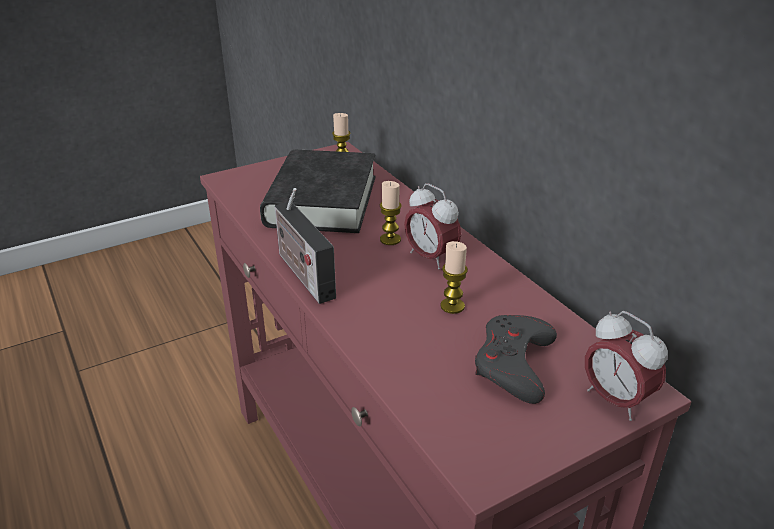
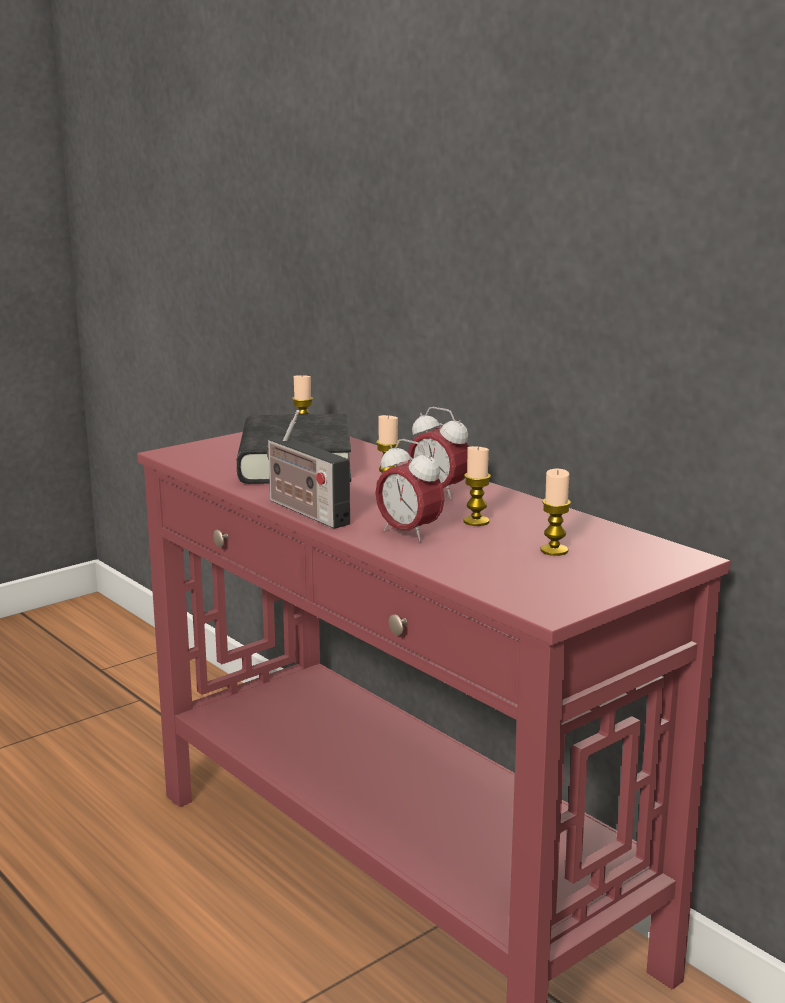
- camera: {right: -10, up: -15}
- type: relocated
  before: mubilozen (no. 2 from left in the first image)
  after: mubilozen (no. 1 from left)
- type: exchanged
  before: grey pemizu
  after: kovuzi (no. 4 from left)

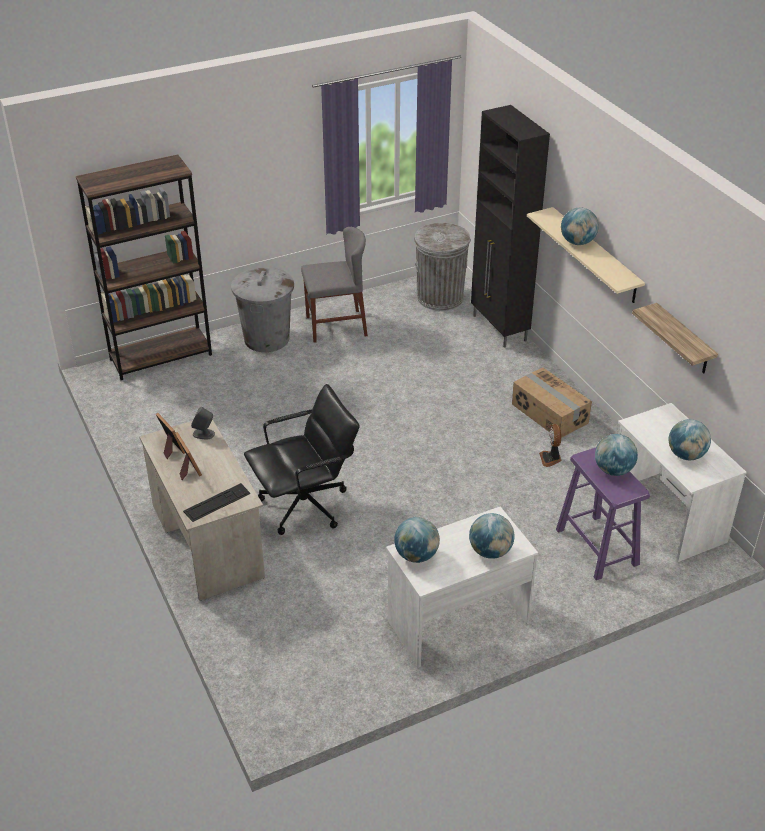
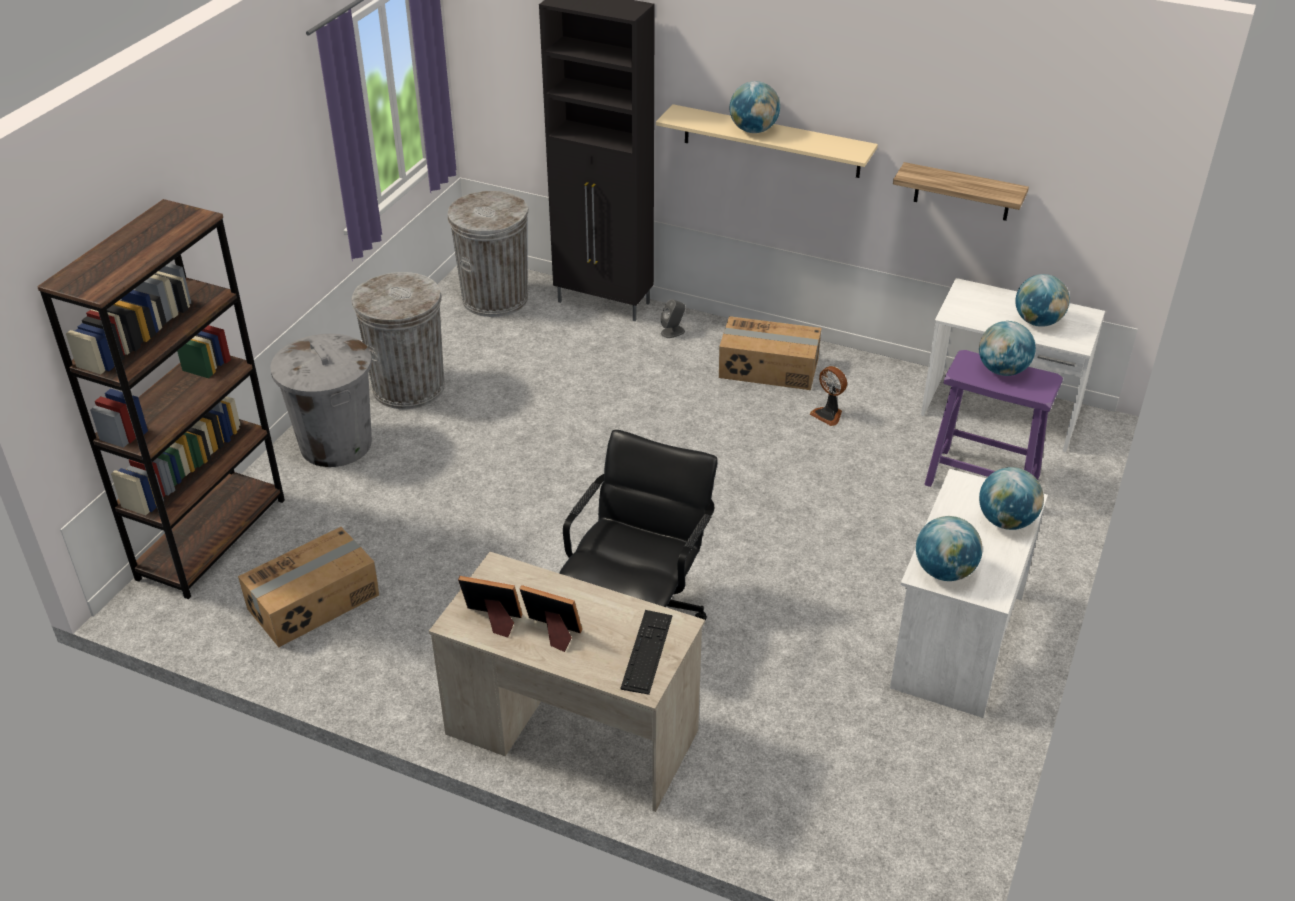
- camera: {right: -40, up: 0}
- type: exchanged
  before: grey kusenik
  after: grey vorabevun (no. 2 from left)
- type: relocated
  before: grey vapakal
- type: appeared
  after: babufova (no. 1 from left)

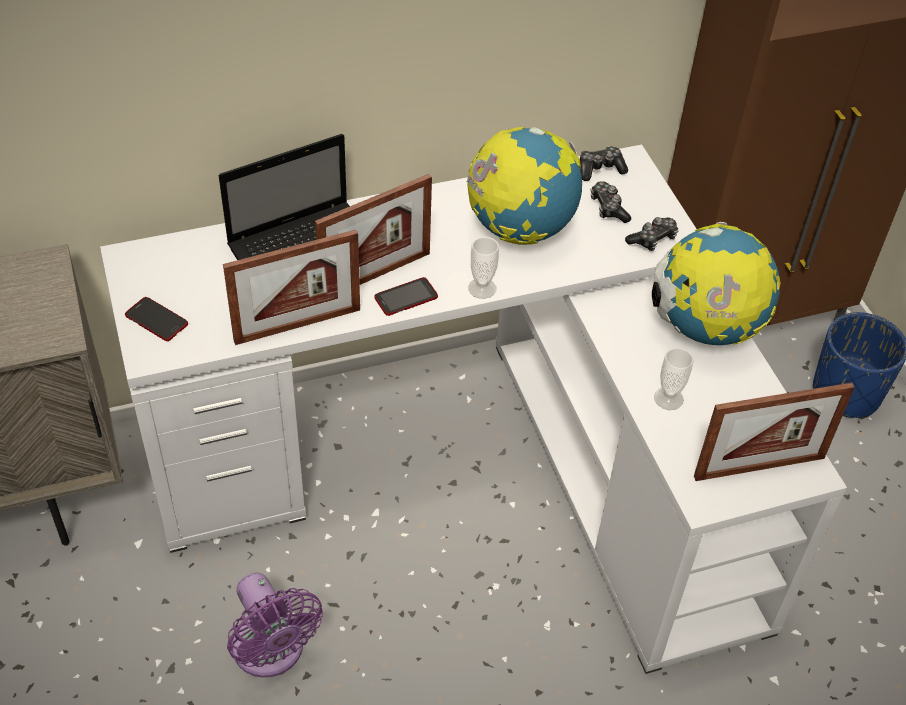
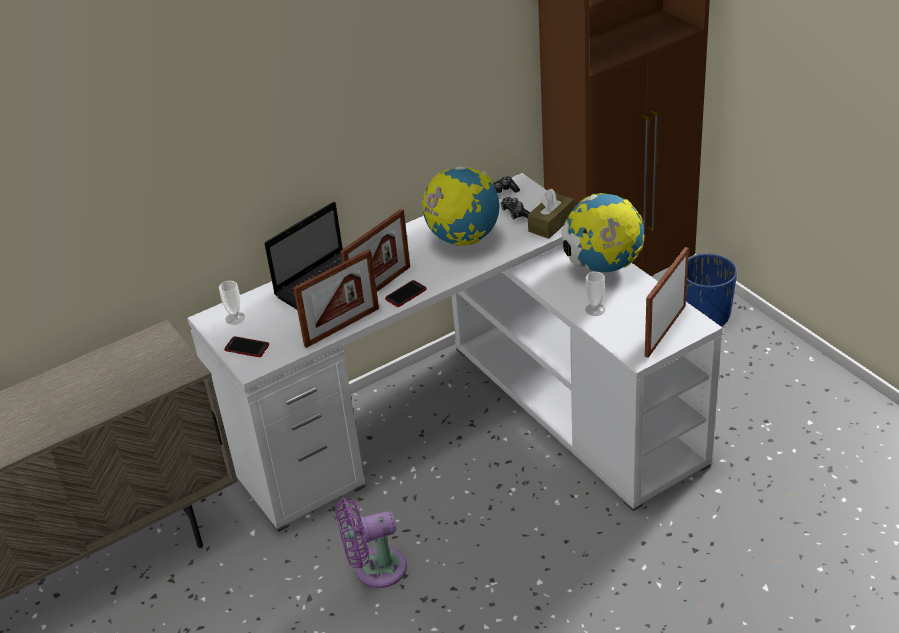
- camera: {right: -10, up: -10}
- type: exchanged
  before: pemizu (no. 3 from left)
  after: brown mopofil
- type: relocated
  before: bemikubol (no. 1 from left)
- type: spun
  before: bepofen (no. 3 from left)
  turn: 150
- type: spun
  before: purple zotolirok
  turn: 120

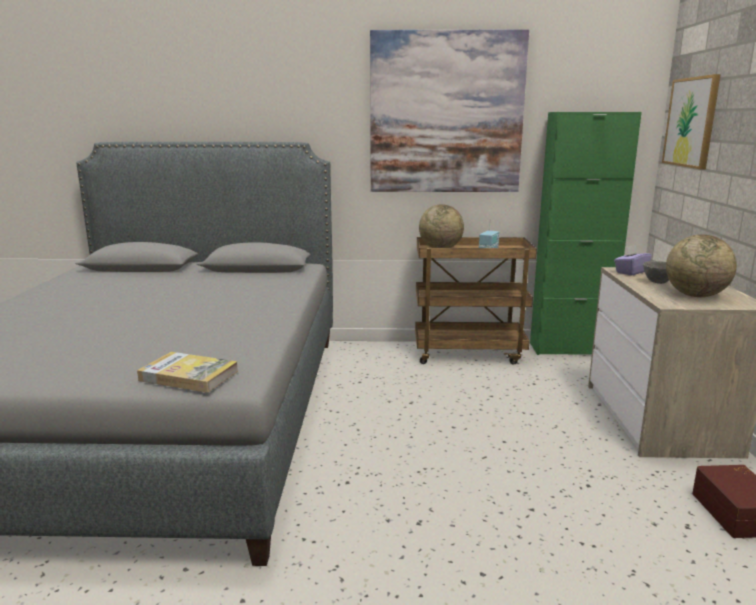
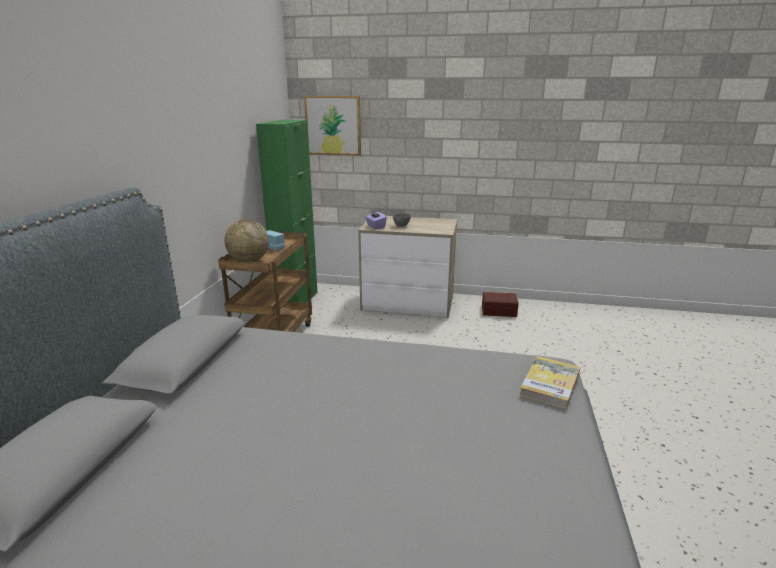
- camera: {right: -80, up: 5}
- type: missing
  before: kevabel (no. 1 from left)
- type: missing
  before: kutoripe (no. 2 from left)

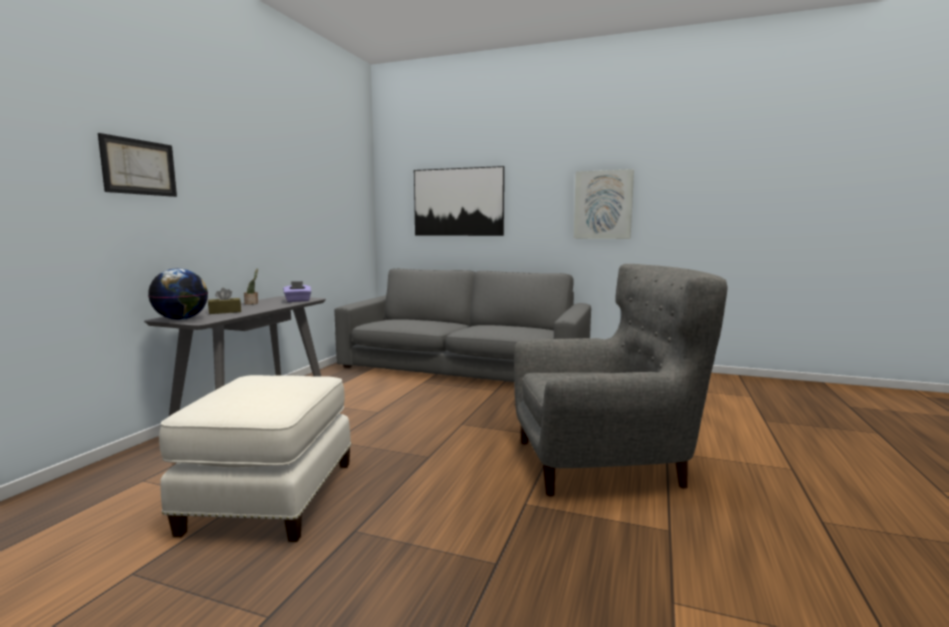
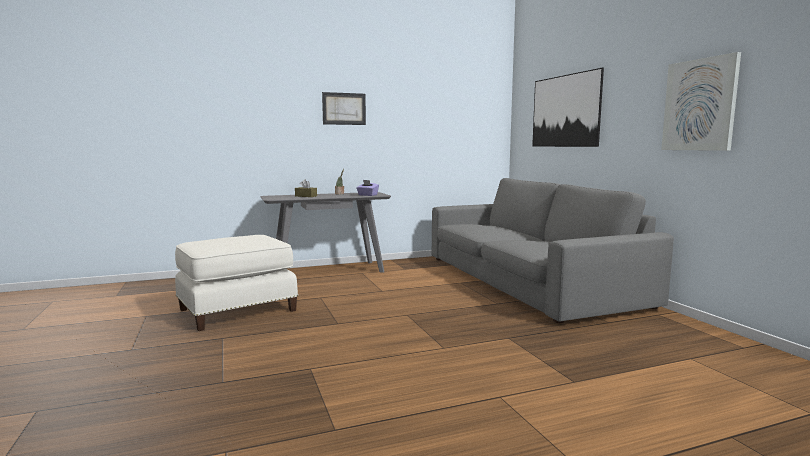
- camera: {right: 50, up: 0}
- type: relocated
  before: kevabel (no. 1 from left)
- type: missing
  before: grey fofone
- type: missing
  before: kutoripe

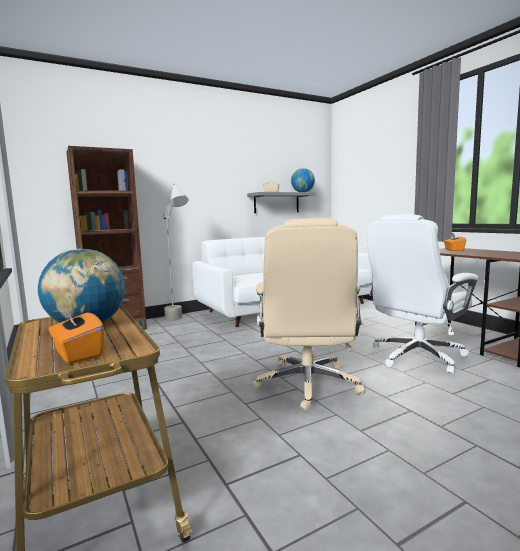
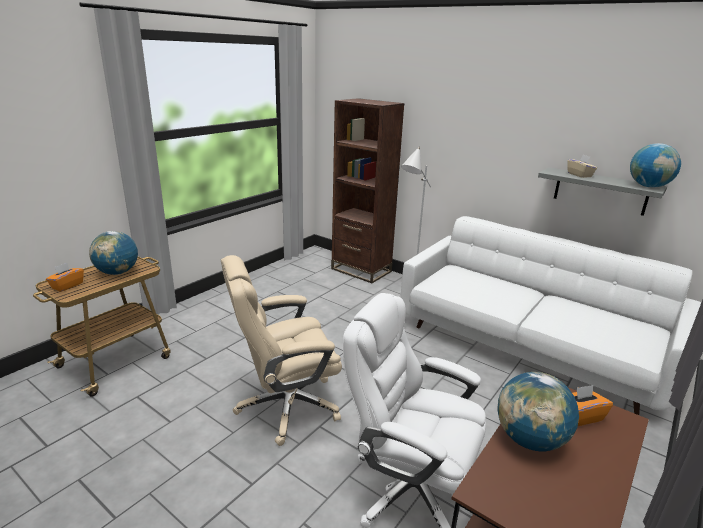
- camera: {right: 65, up: 15}
- type: appeared
  after: kutoripe (no. 2 from left)

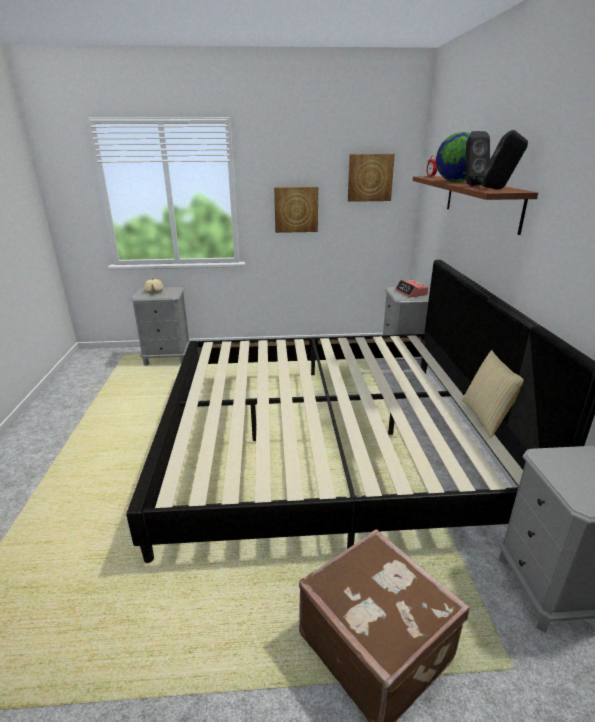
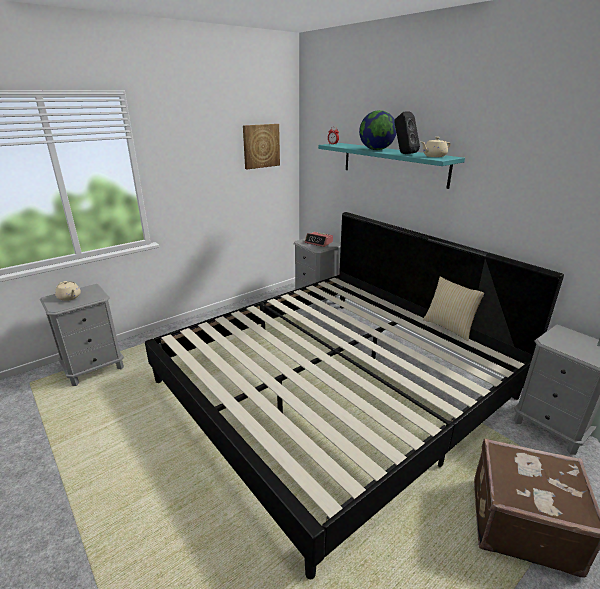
- camera: {right: -35, up: 0}
- type: exchanged
  before: black vapakal (no. 2 from left)
  after: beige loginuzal (no. 2 from left)
- type: colour
  before: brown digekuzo
  after: turquoise digekuzo
- type: missing
  before: kevabel (no. 1 from left)

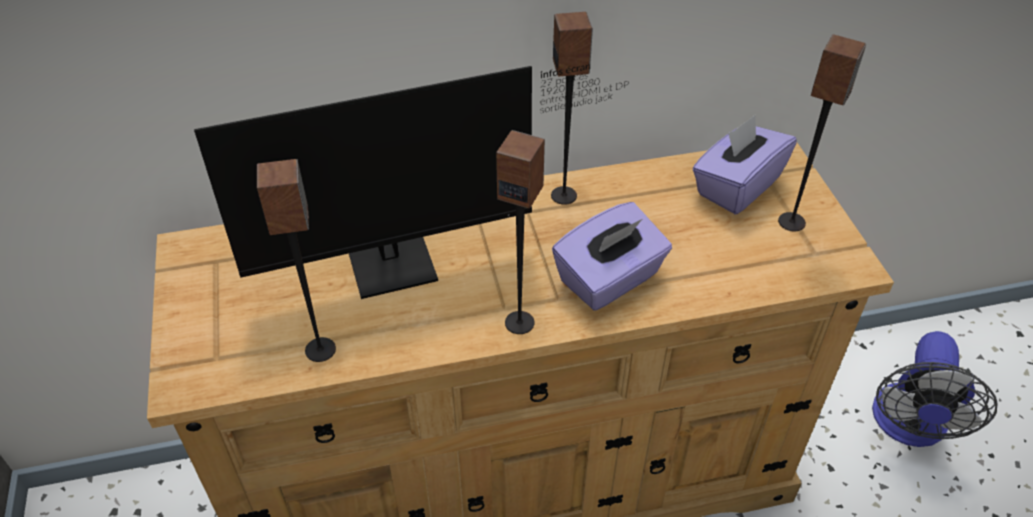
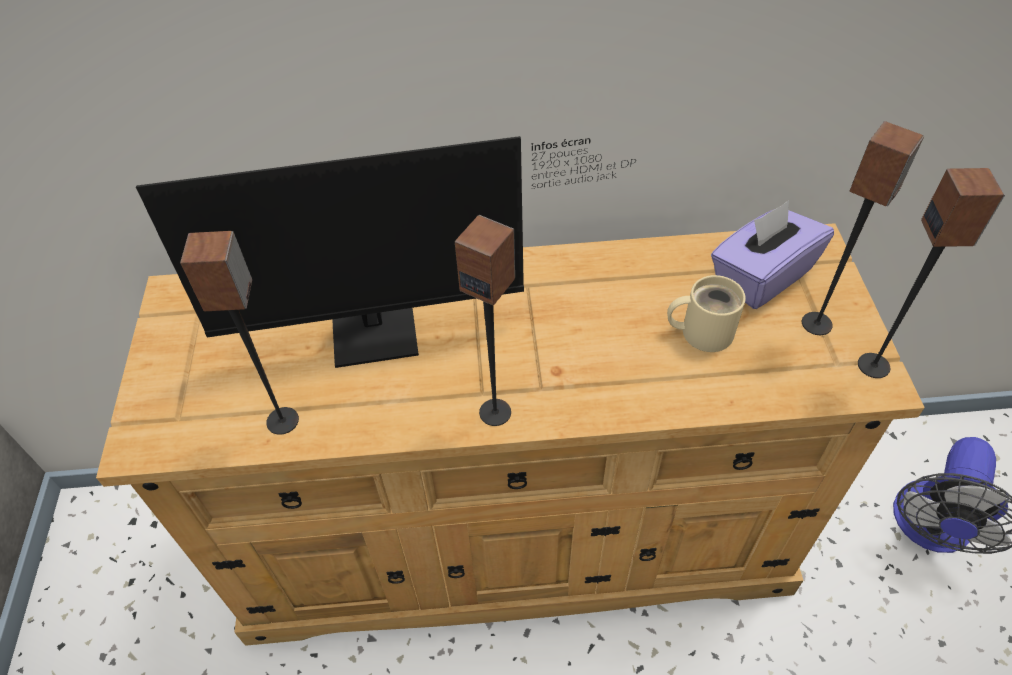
- camera: {right: 10, up: 5}
- type: relocated
  before: vapakal (no. 3 from left in the first image)
  after: vapakal (no. 4 from left)
- type: missing
  before: purple mopofil (no. 1 from left)
- type: appeared
  after: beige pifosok

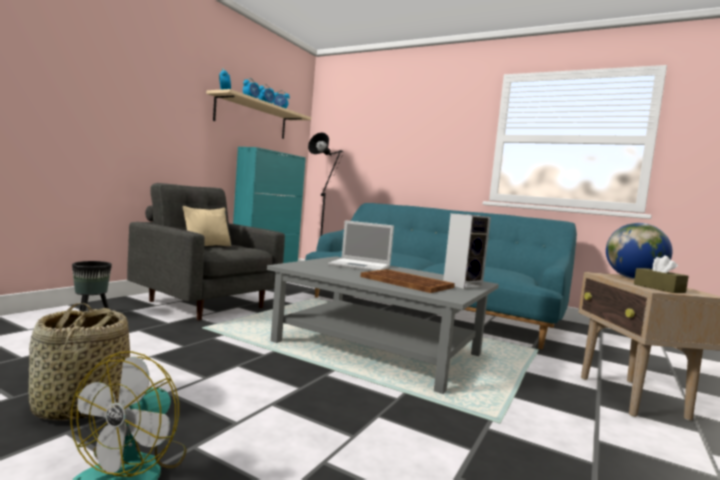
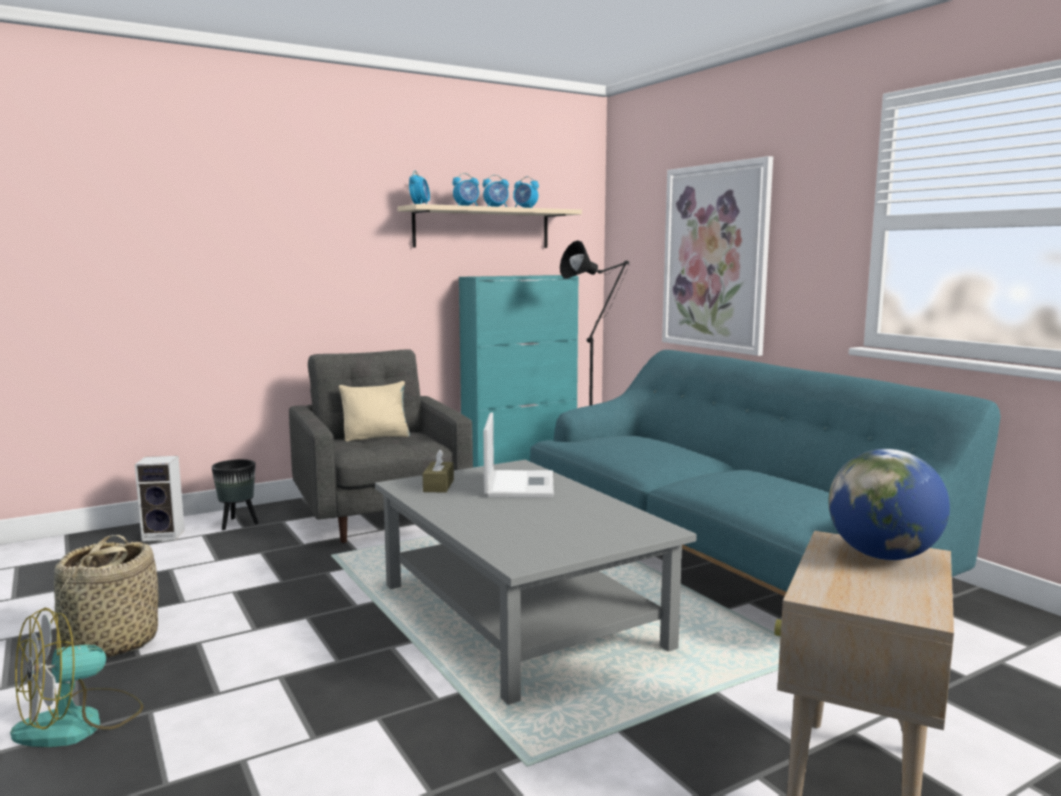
- camera: {right: 30, up: 5}
- type: relocated
  before: vapakal
- type: spun
  before: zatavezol
  turn: -135
- type: relocated
  before: brown mopofil
- type: missing
  before: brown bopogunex
- type: appeared
  after: kevabel

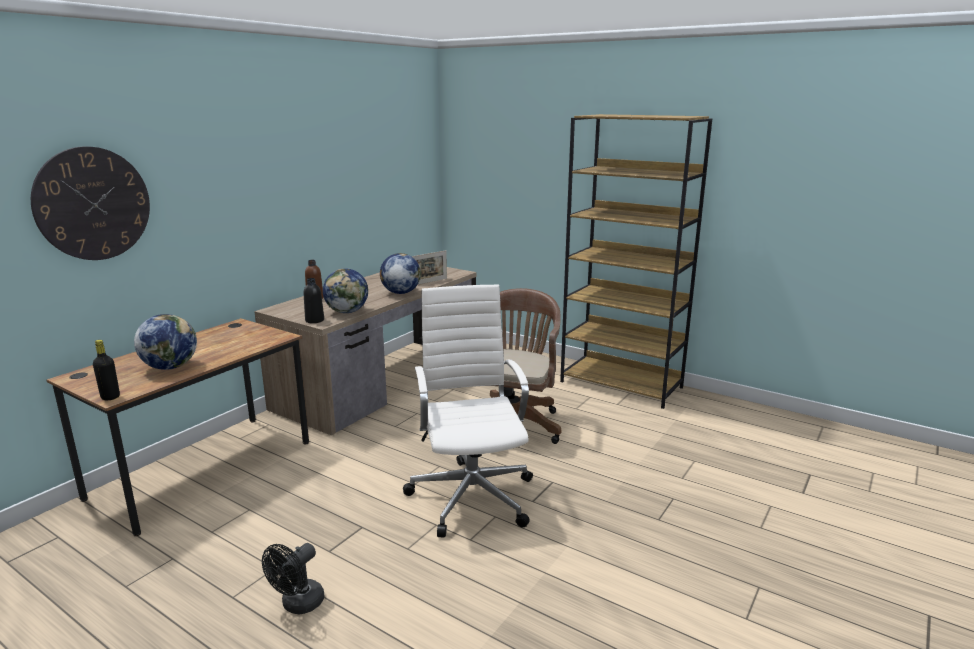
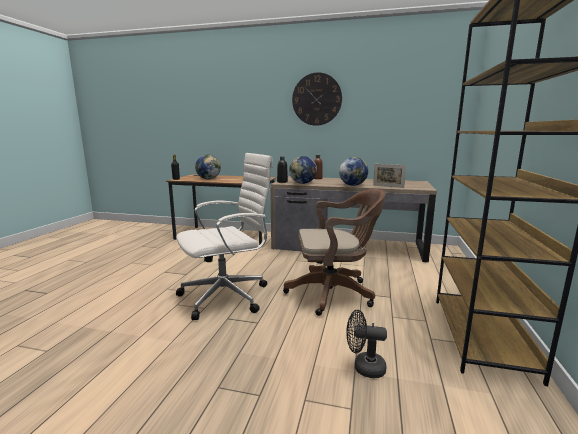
- camera: {right: 70, up: -5}
- type: relocated
  before: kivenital
- type: relocated
  before: black zotolirok

